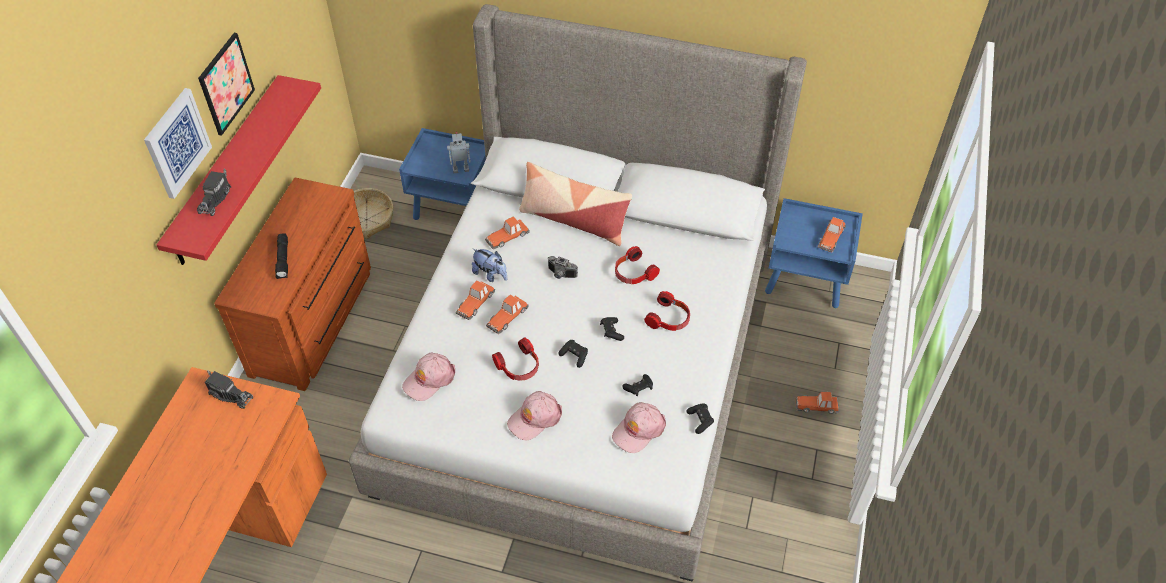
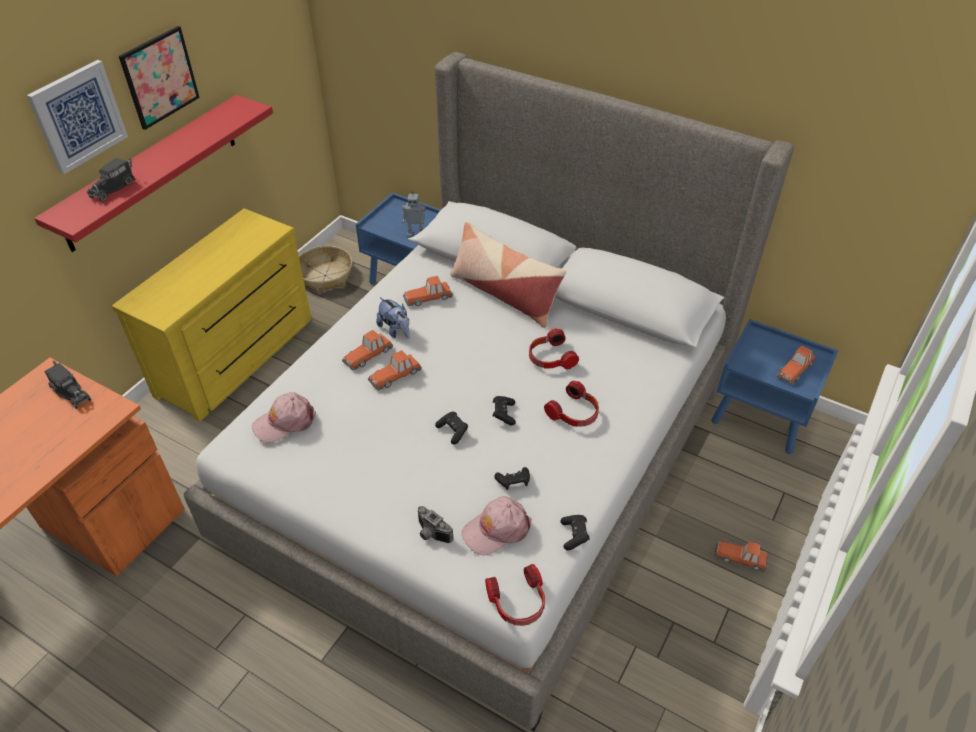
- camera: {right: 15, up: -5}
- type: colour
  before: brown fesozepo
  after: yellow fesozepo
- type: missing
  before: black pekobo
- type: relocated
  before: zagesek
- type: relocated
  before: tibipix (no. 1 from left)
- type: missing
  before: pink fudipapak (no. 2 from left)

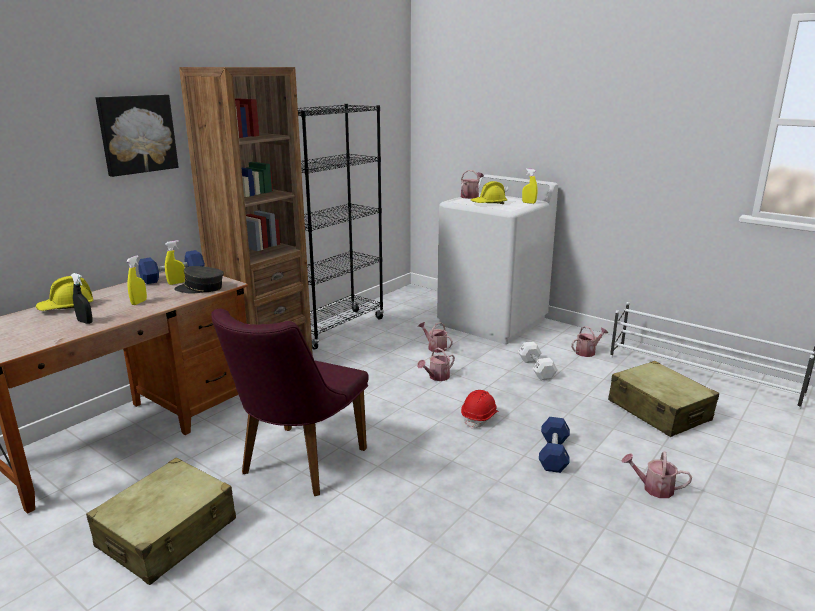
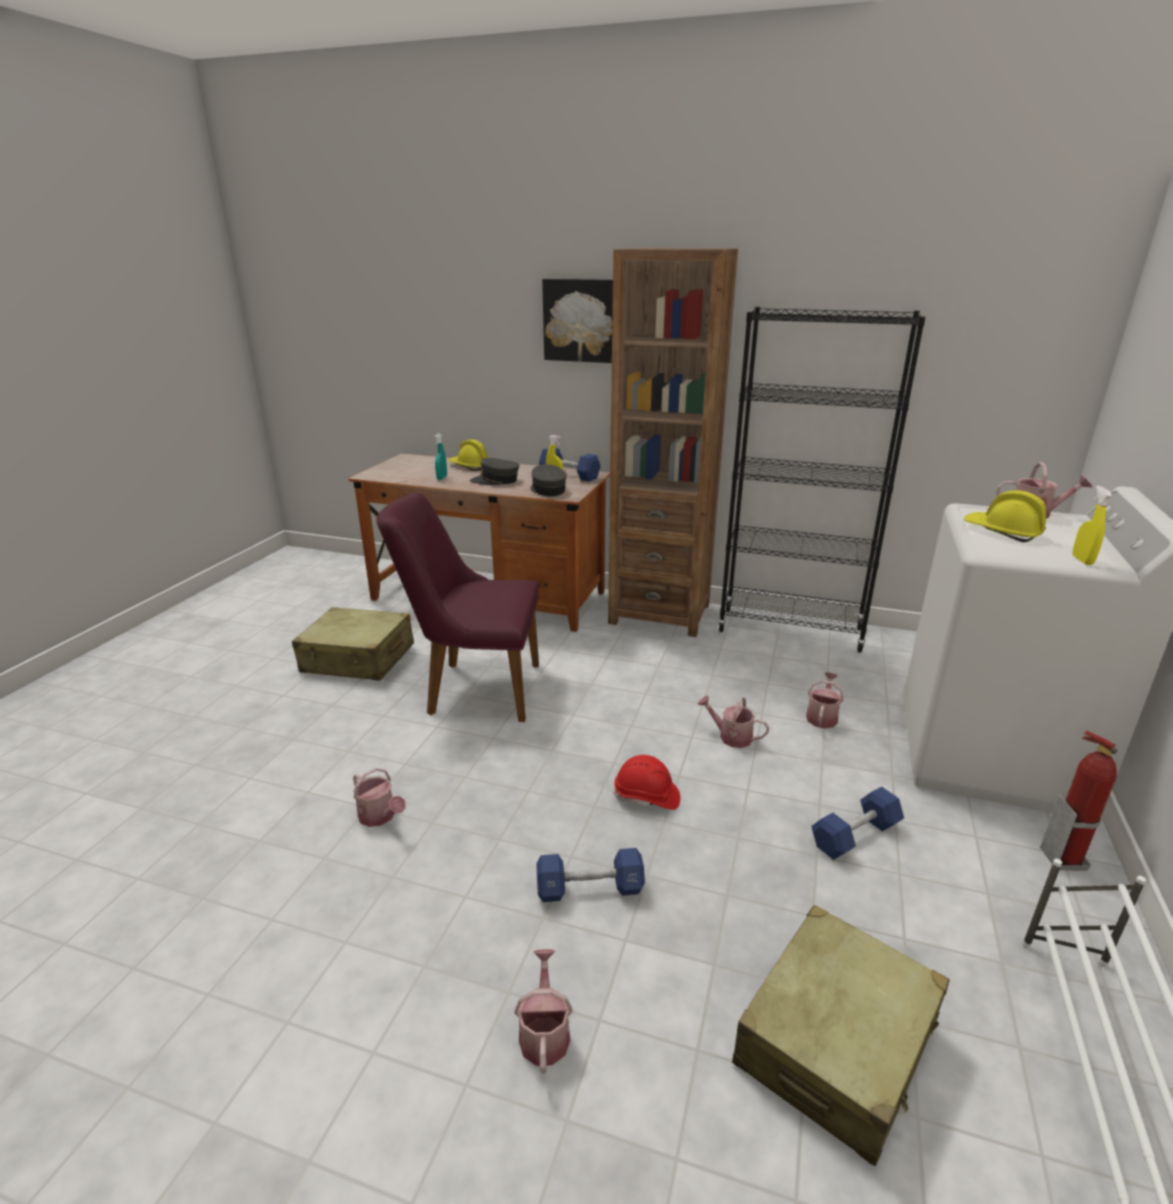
- camera: {right: 70, up: 5}
- type: exchanged
  before: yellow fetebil (no. 1 from left)
  after: grey fudipapak (no. 1 from left)
- type: colour
  before: black fetebil
  after: turquoise fetebil
- type: relocated
  before: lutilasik (no. 4 from left in the first image)
  after: lutilasik (no. 1 from left)
- type: colour
  before: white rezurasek
  after: blue rezurasek (no. 3 from left)
- type: appeared
  after: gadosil

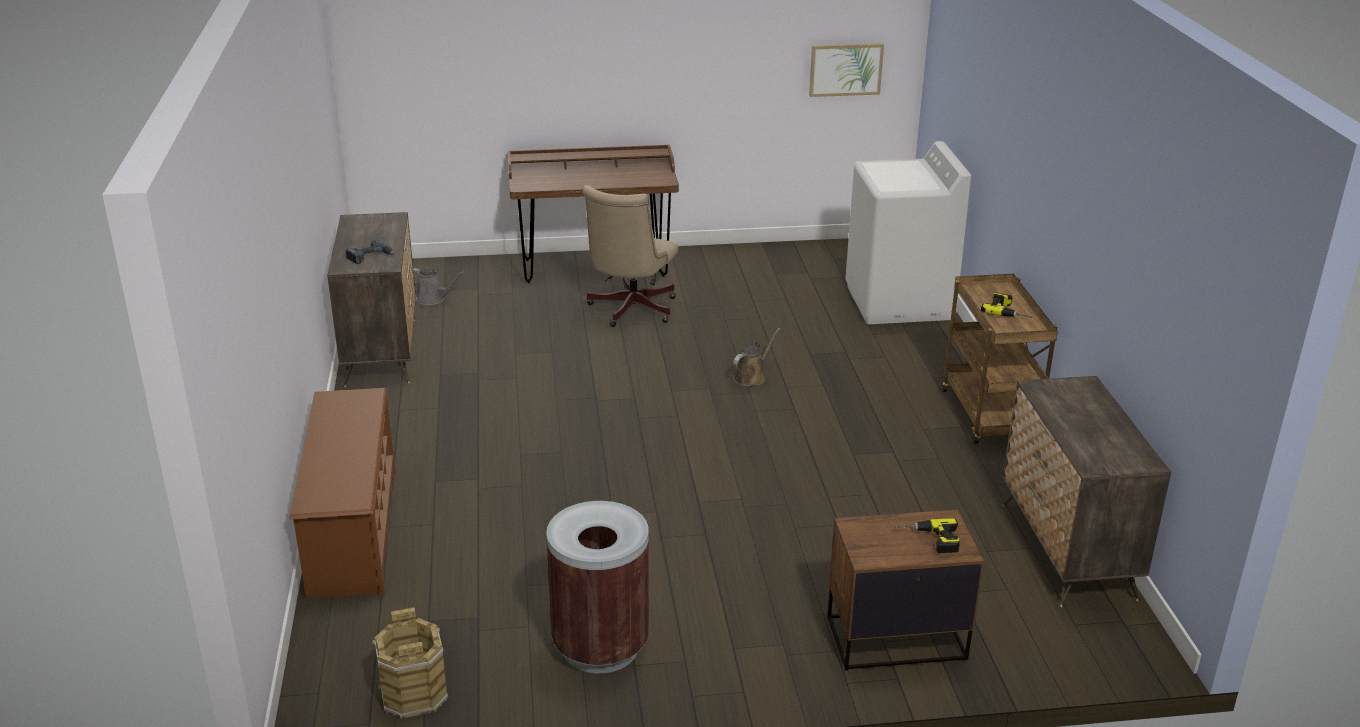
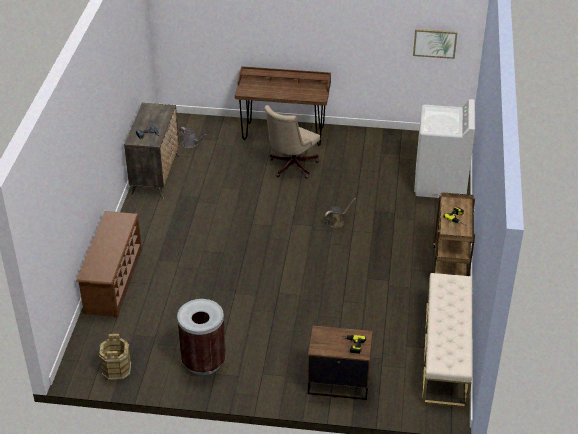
- camera: {right: 15, up: 10}
- type: exchanged
  before: fesozepo (no. 2 from left)
  after: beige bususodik

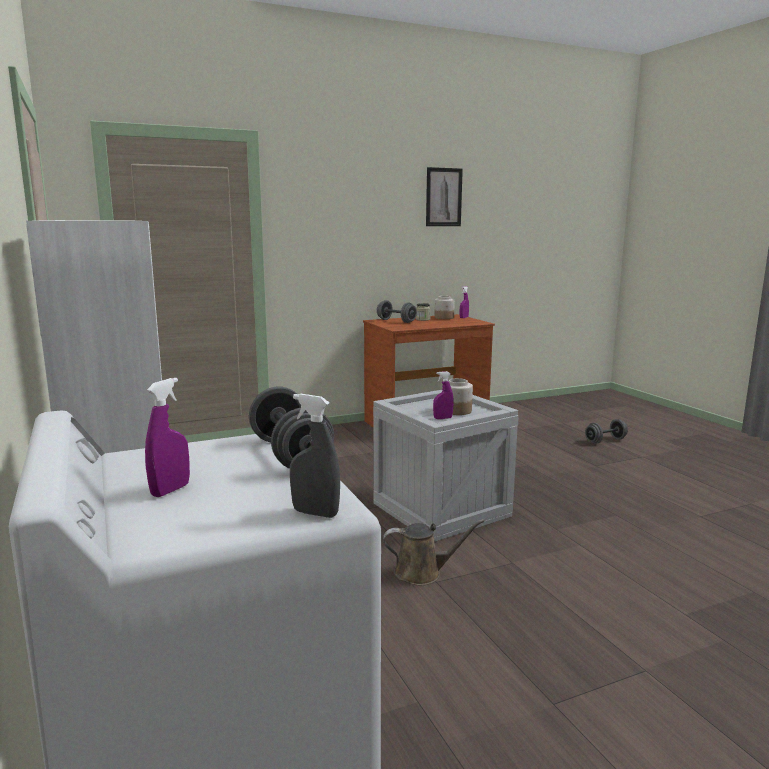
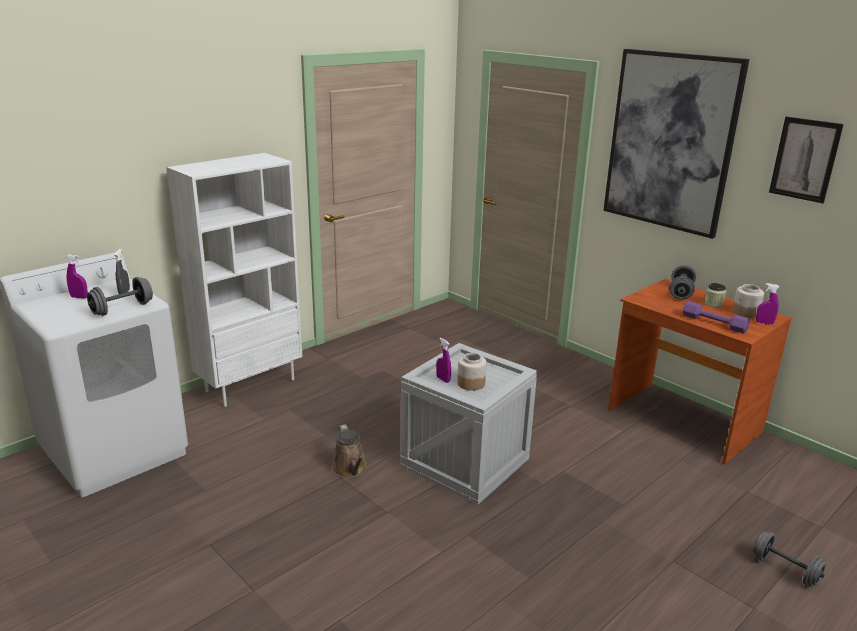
- camera: {right: 70, up: 10}
- type: relocated
  before: grey fetebil
- type: appeared
  after: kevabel (no. 1 from left)
- type: appeared
  after: purple rezurasek

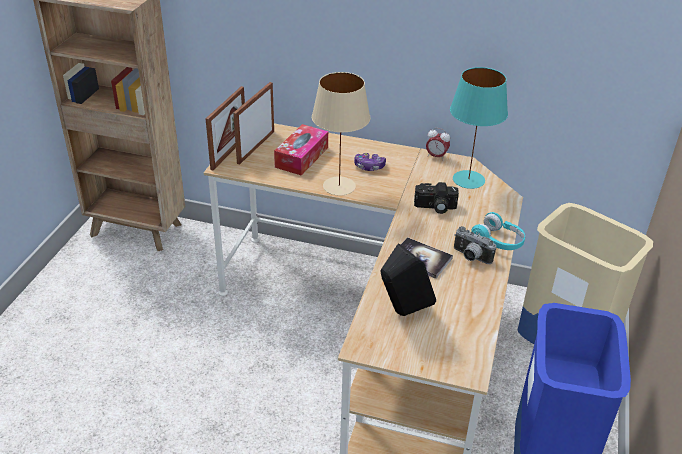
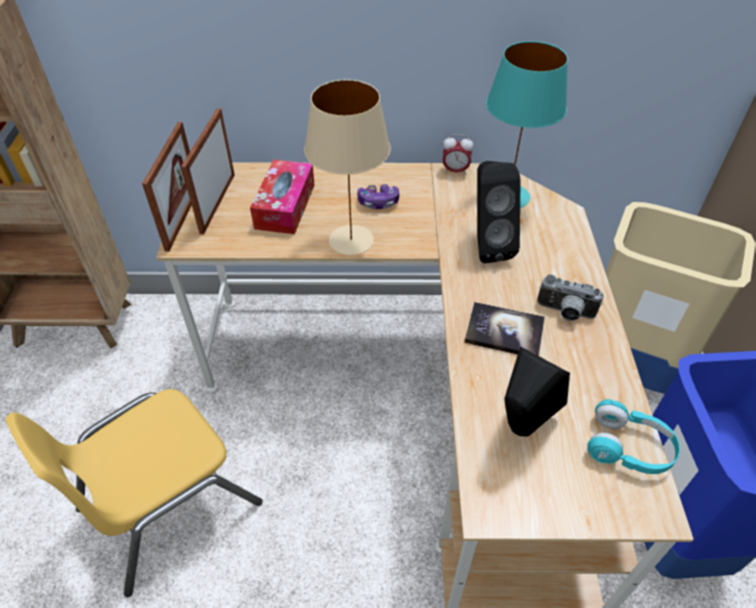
- camera: {right: -15, up: 10}
- type: exchanged
  before: zagesek (no. 1 from left)
  after: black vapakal (no. 1 from left)
- type: relocated
  before: turquoise tibipix
- type: appeared
  after: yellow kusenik

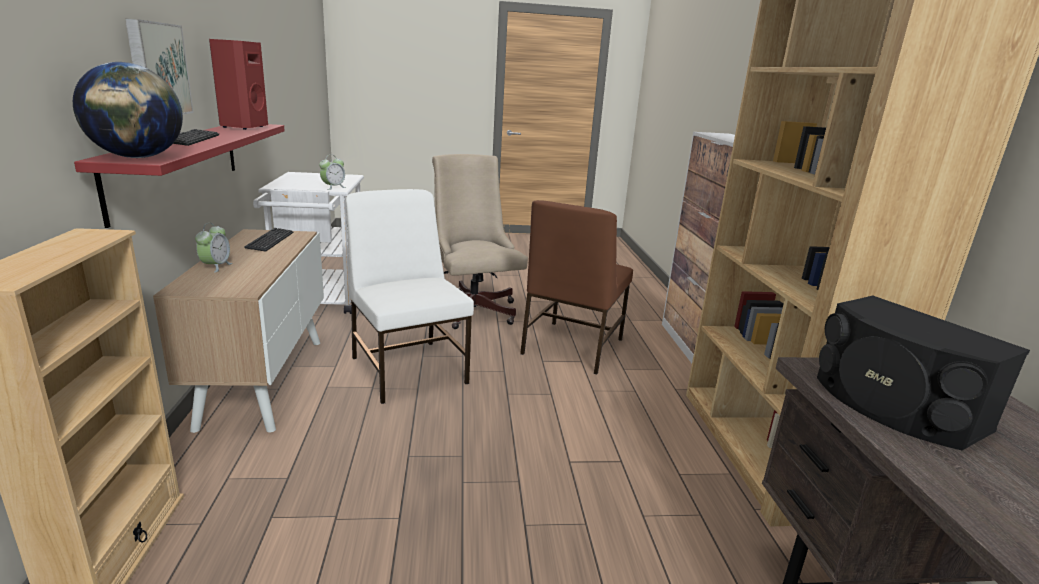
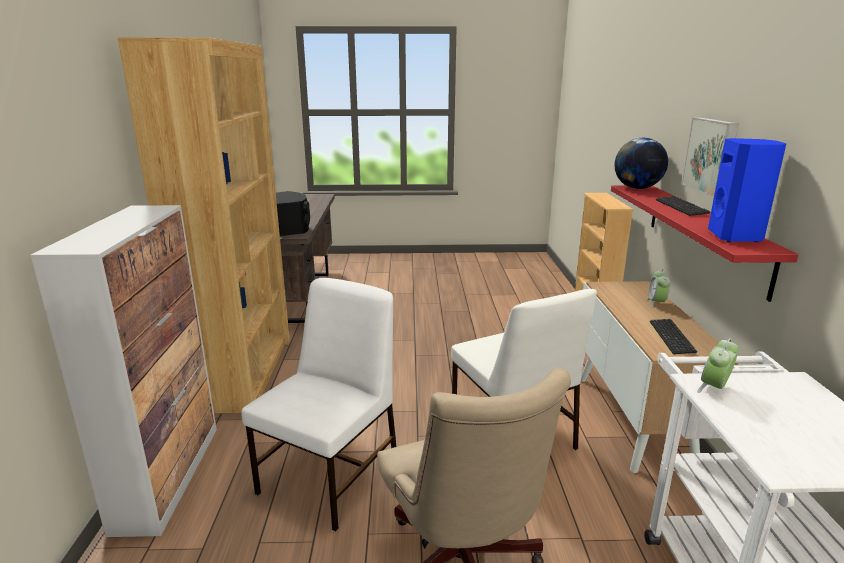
- camera: {right: -175, up: 0}
- type: colour
  before: red vapakal
  after: blue vapakal
- type: colour
  before: brown kusenik
  after: white kusenik (no. 1 from left)

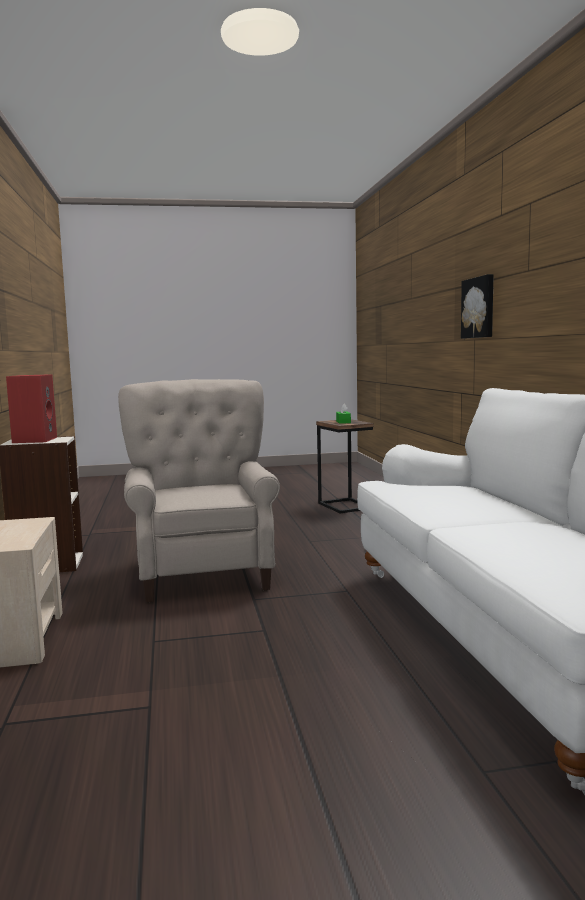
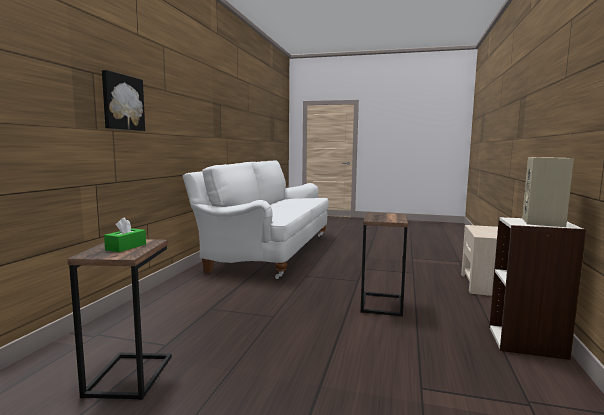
- camera: {right: -155, up: 0}
- type: colour
  before: red vapakal
  after: beige vapakal
- type: exchanged
  before: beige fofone
  after: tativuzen (no. 2 from left)

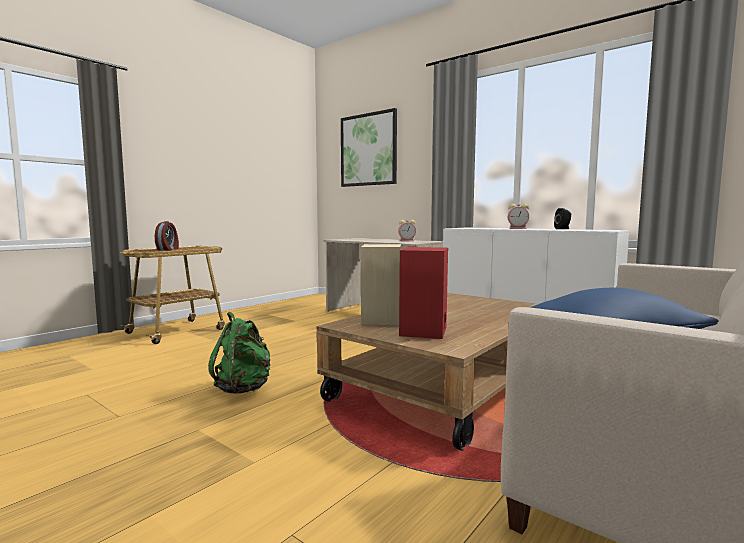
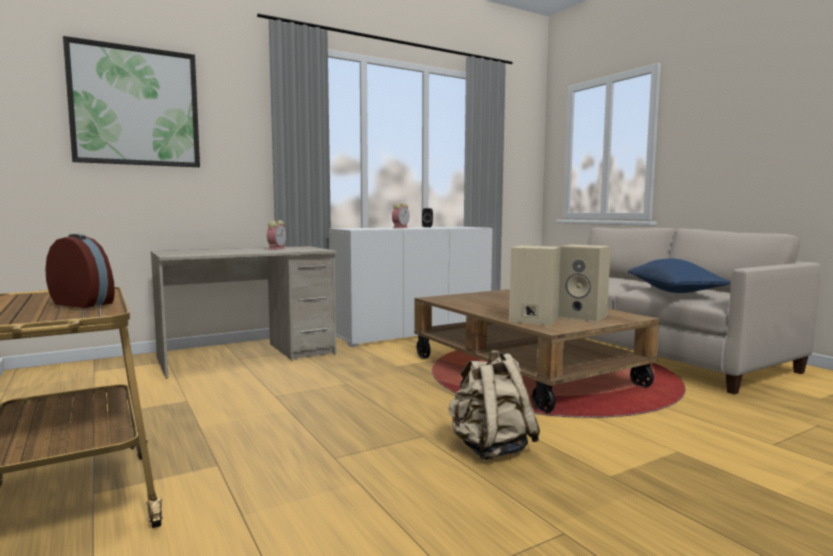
- camera: {right: -70, up: 0}
- type: colour
  before: red vapakal
  after: beige vapakal (no. 2 from left)
- type: colour
  before: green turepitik
  after: beige turepitik

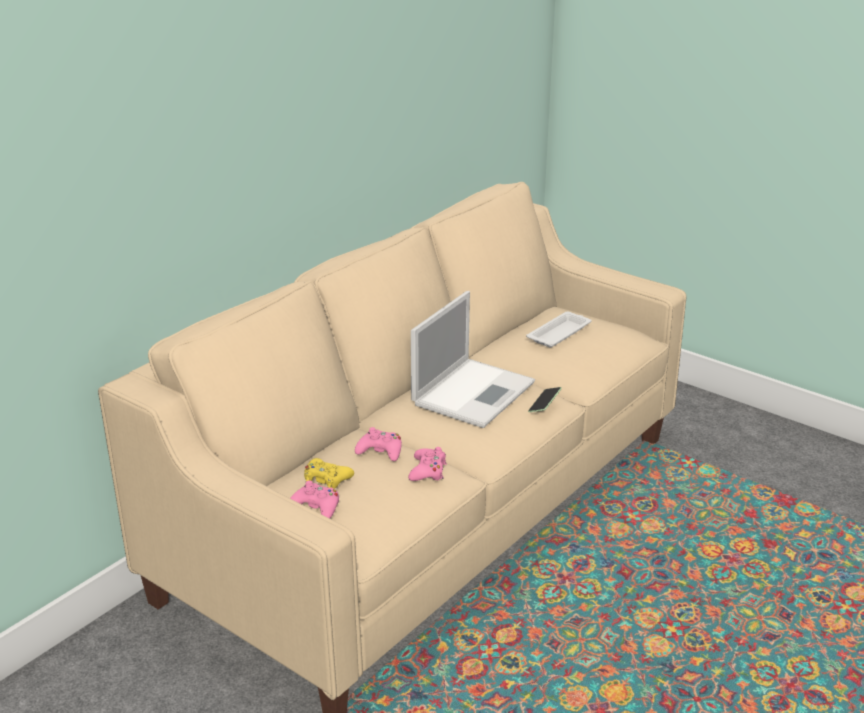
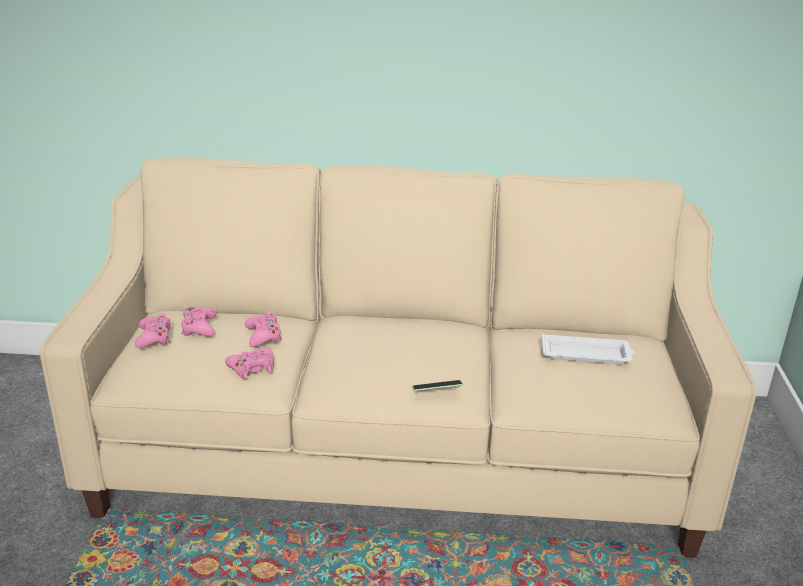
- camera: {right: 55, up: 0}
- type: missing
  before: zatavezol
- type: colour
  before: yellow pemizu
  after: pink pemizu (no. 2 from left)

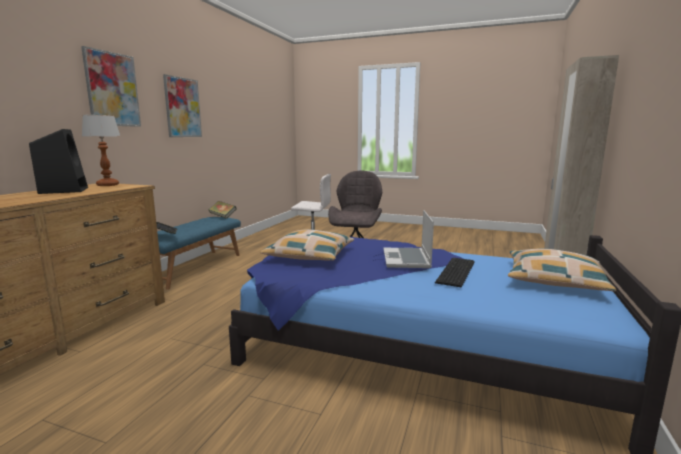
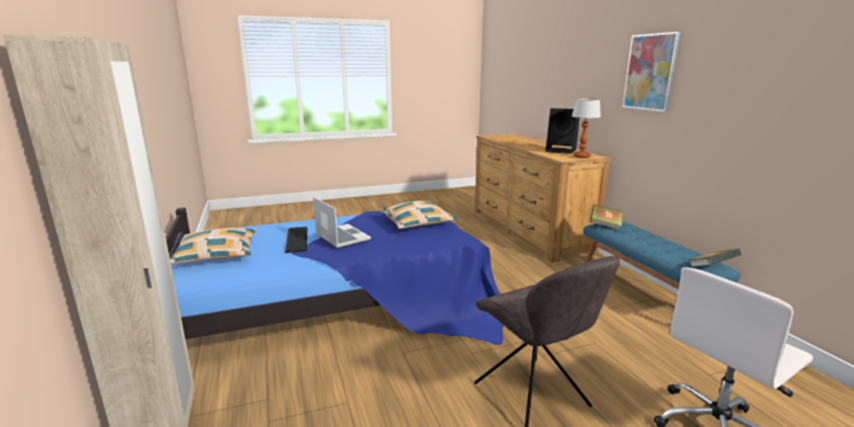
- camera: {right: 140, up: 5}
- type: missing
  before: kevabel (no. 2 from left)

